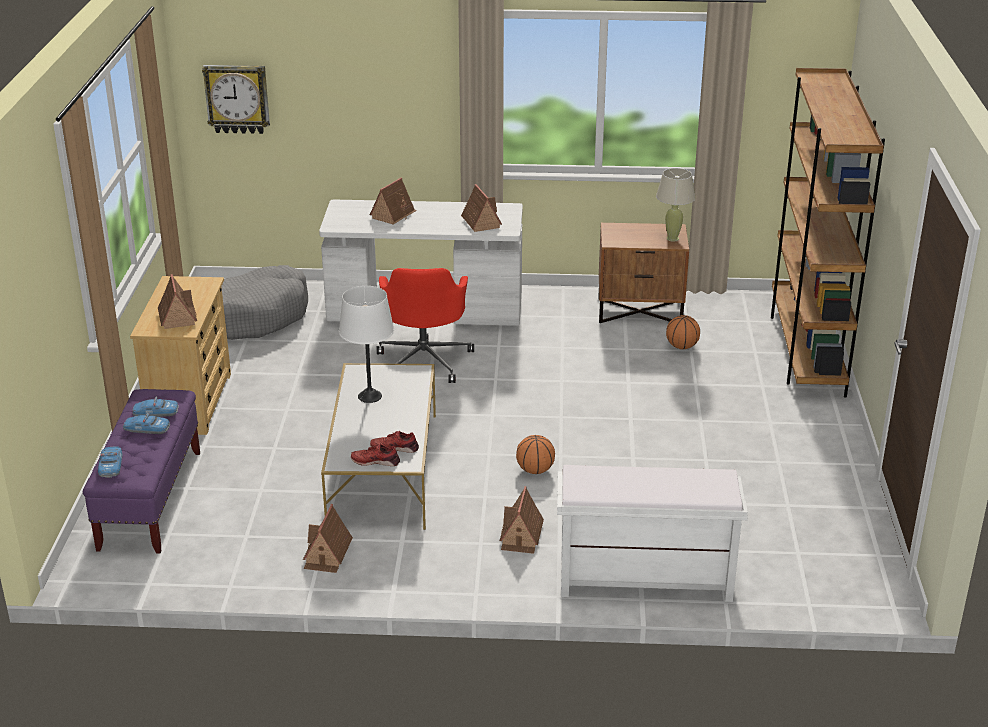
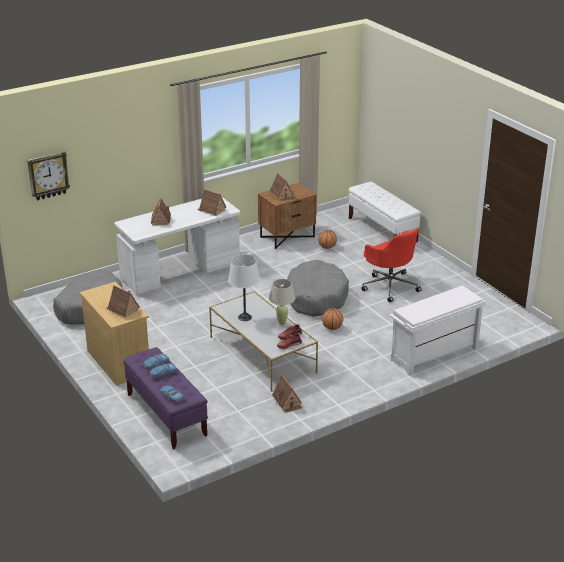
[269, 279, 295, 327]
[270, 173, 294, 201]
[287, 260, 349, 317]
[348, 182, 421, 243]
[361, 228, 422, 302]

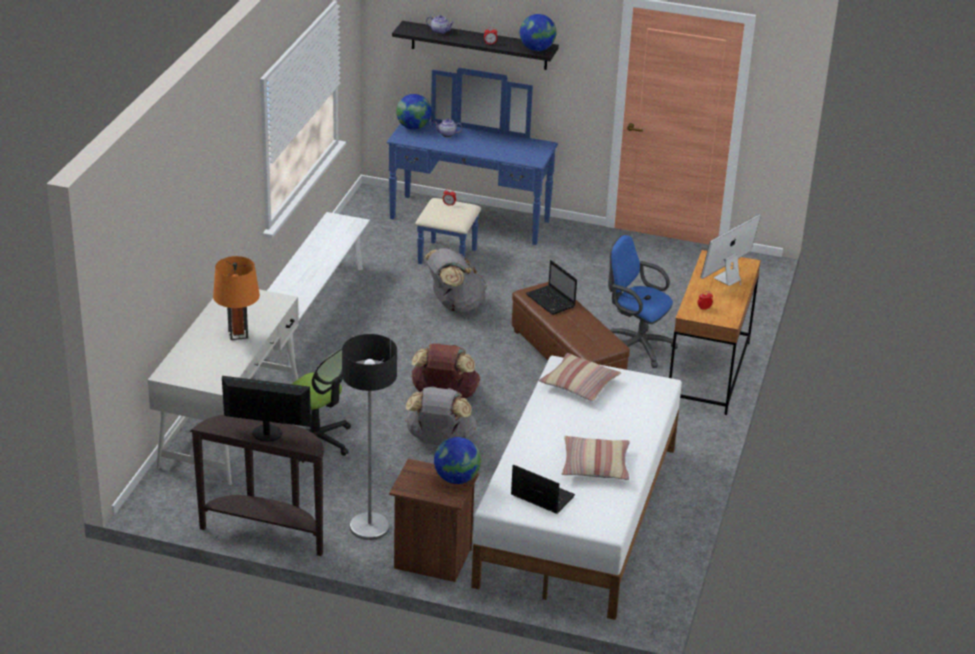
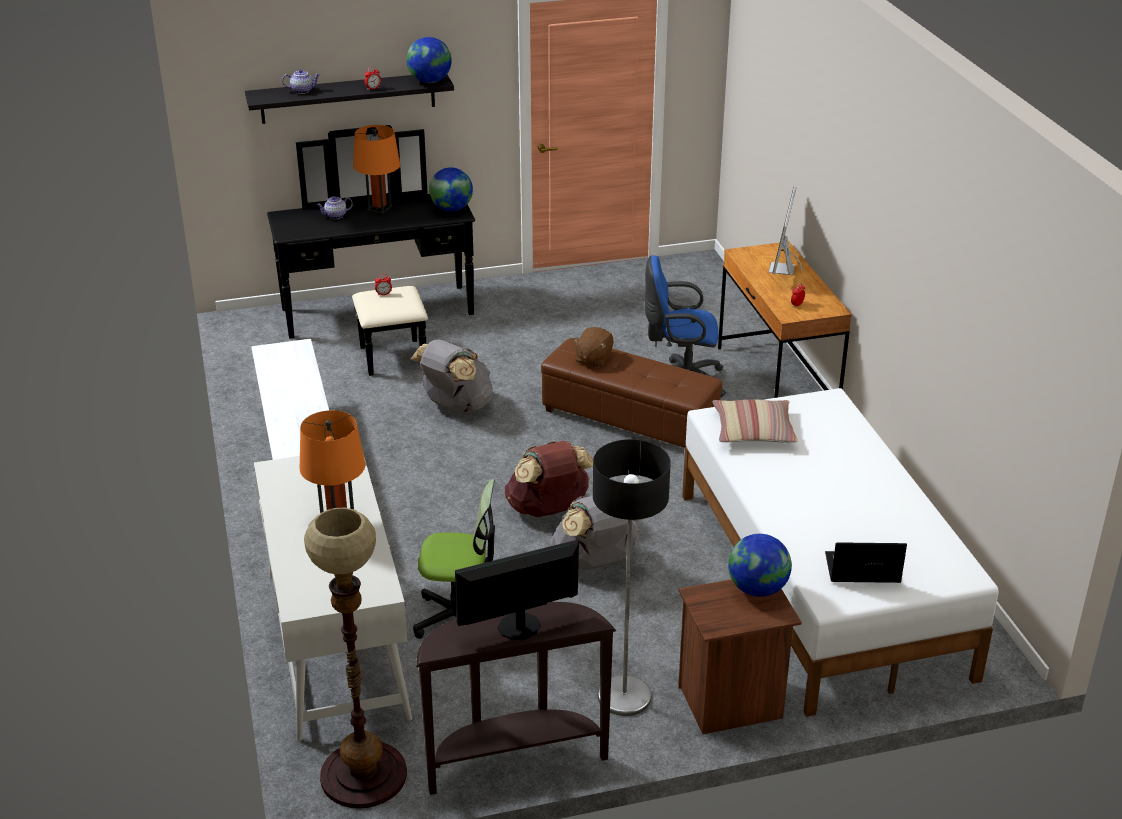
[267, 125, 475, 376]
[304, 508, 407, 808]
[353, 125, 400, 213]
[429, 167, 473, 212]
[573, 327, 614, 368]
[561, 436, 630, 480] (first image)

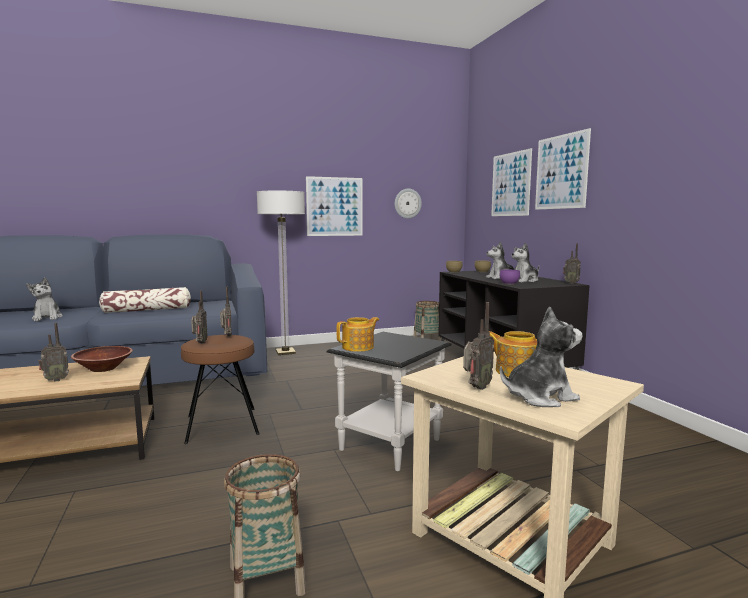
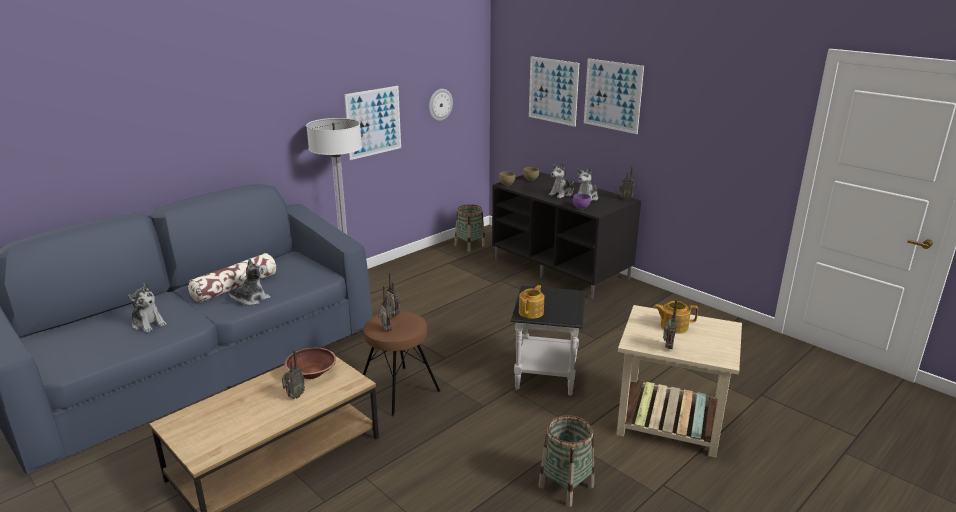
[228, 258, 270, 305]

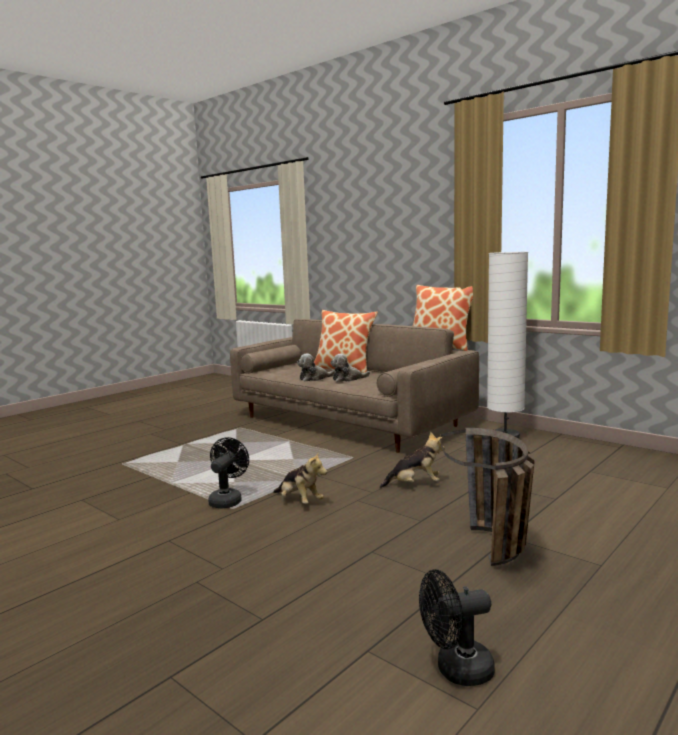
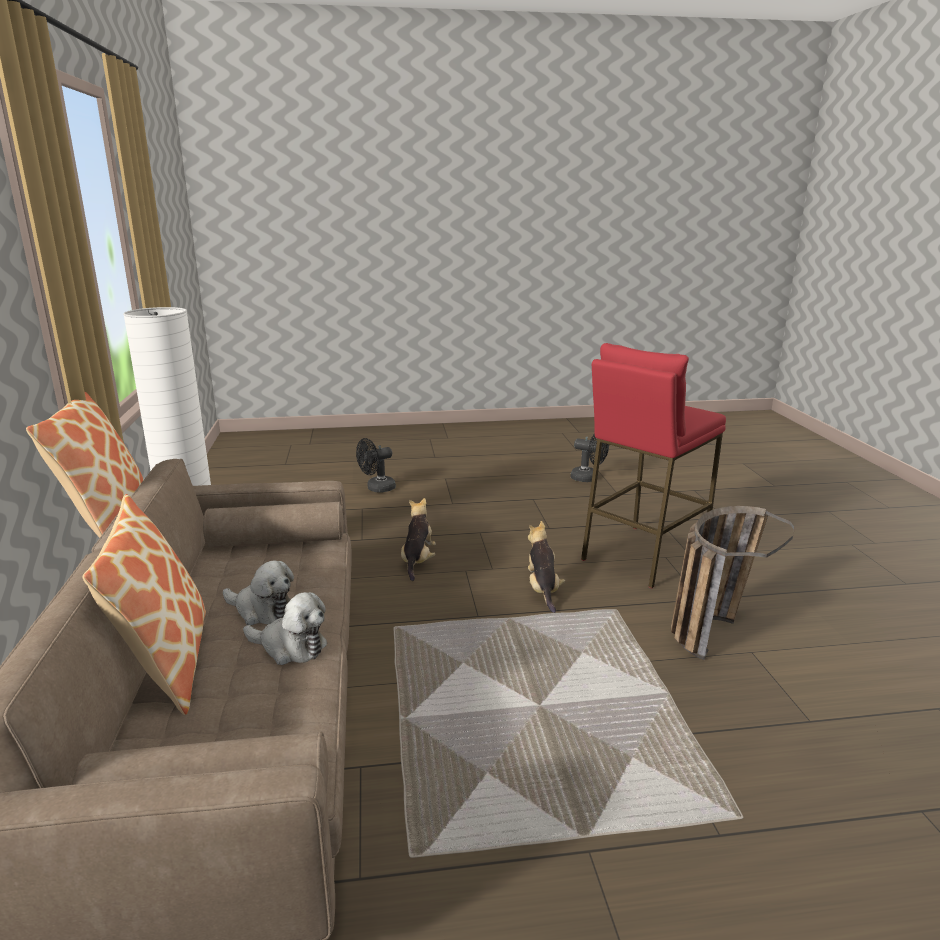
[356, 438, 396, 493]
[401, 498, 436, 581]
[581, 343, 726, 588]
[671, 506, 794, 660]

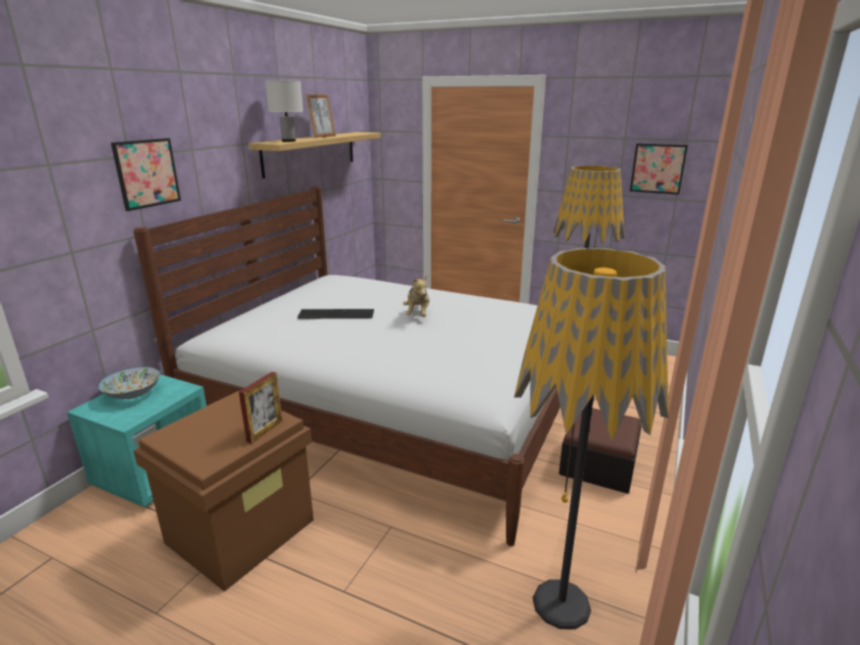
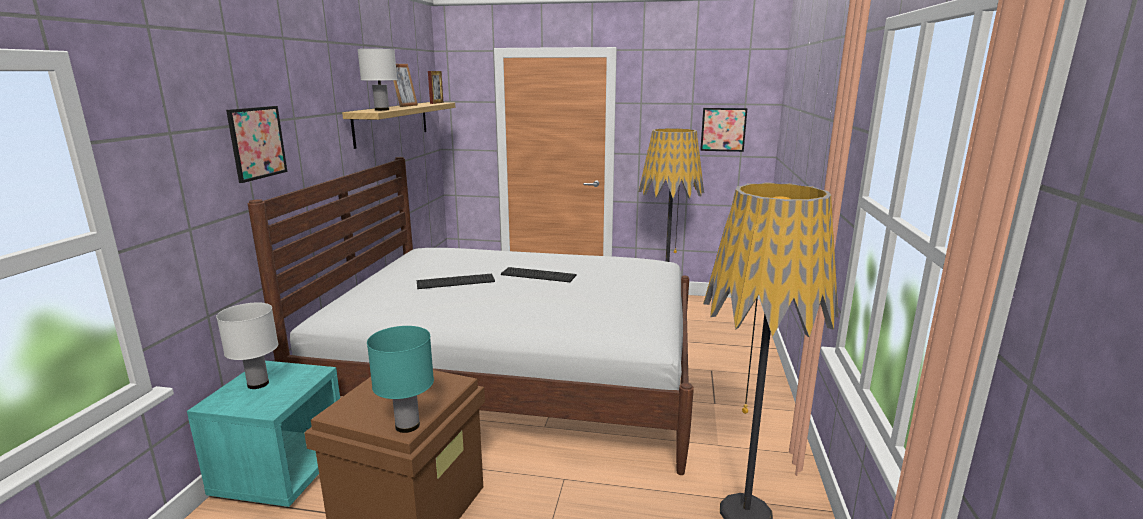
[216, 302, 278, 389]
[367, 326, 434, 433]
[428, 71, 443, 104]
[501, 267, 577, 282]
[559, 408, 642, 494] (first image)

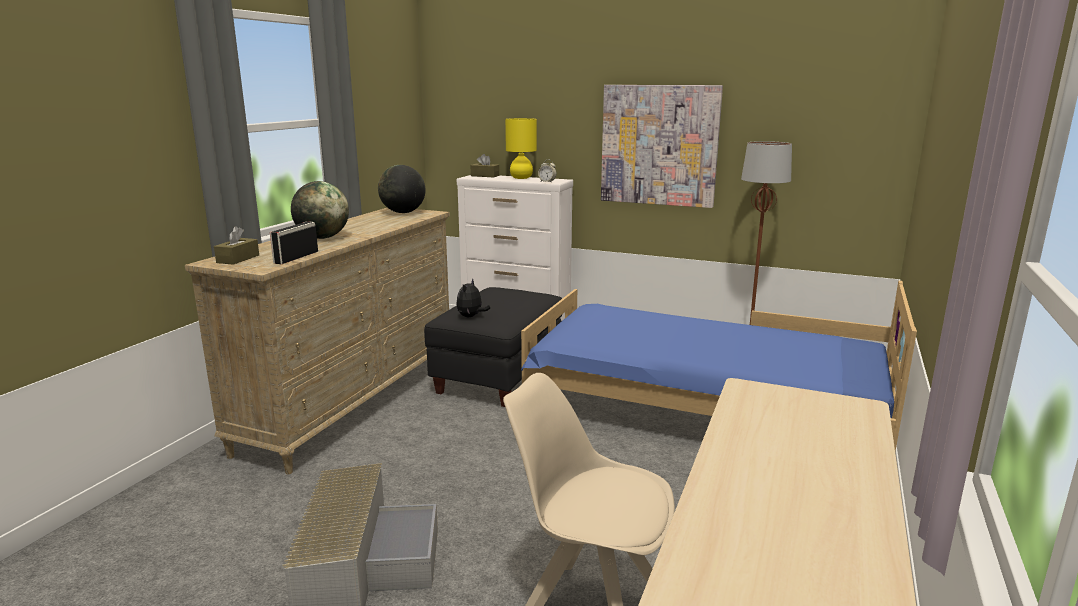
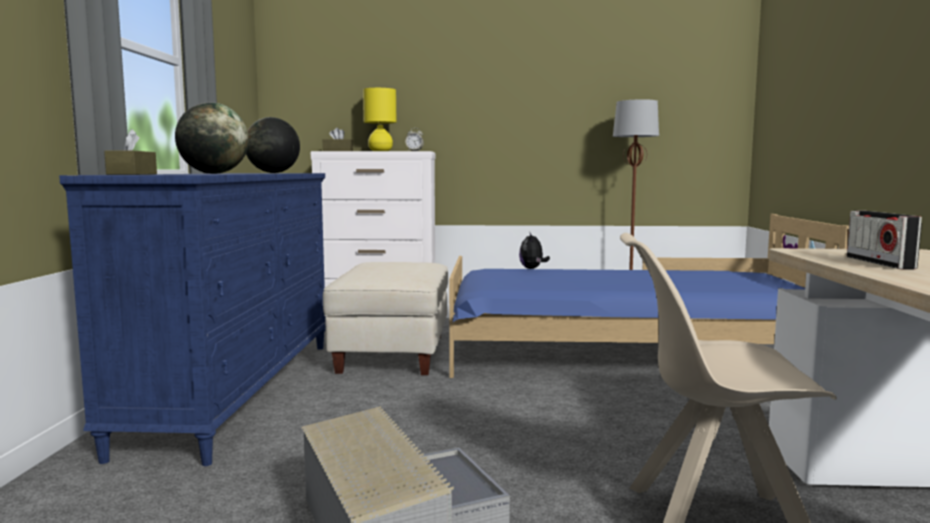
[59, 173, 326, 466]
[323, 262, 448, 375]
[519, 233, 550, 269]
[847, 211, 922, 270]
[601, 85, 723, 208] (first image)

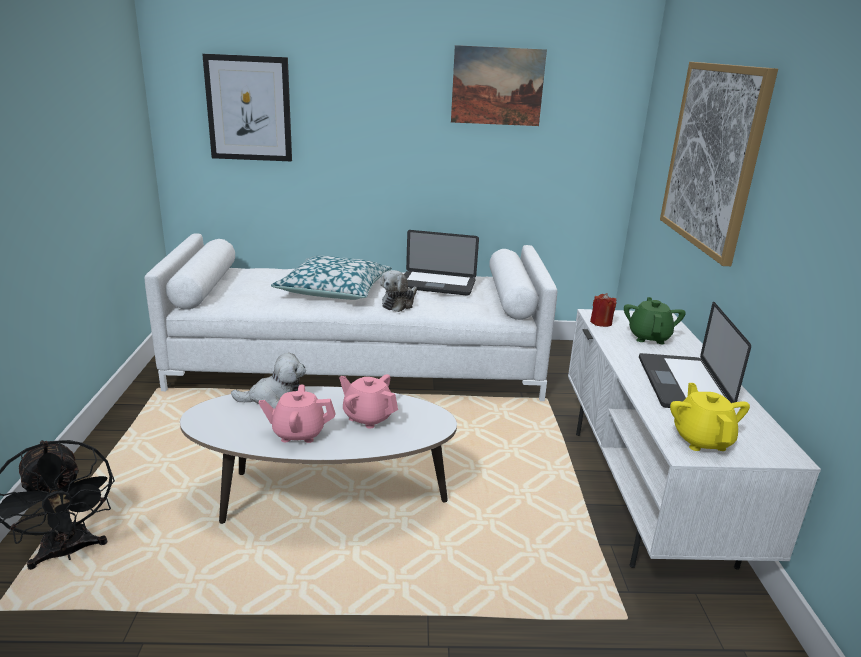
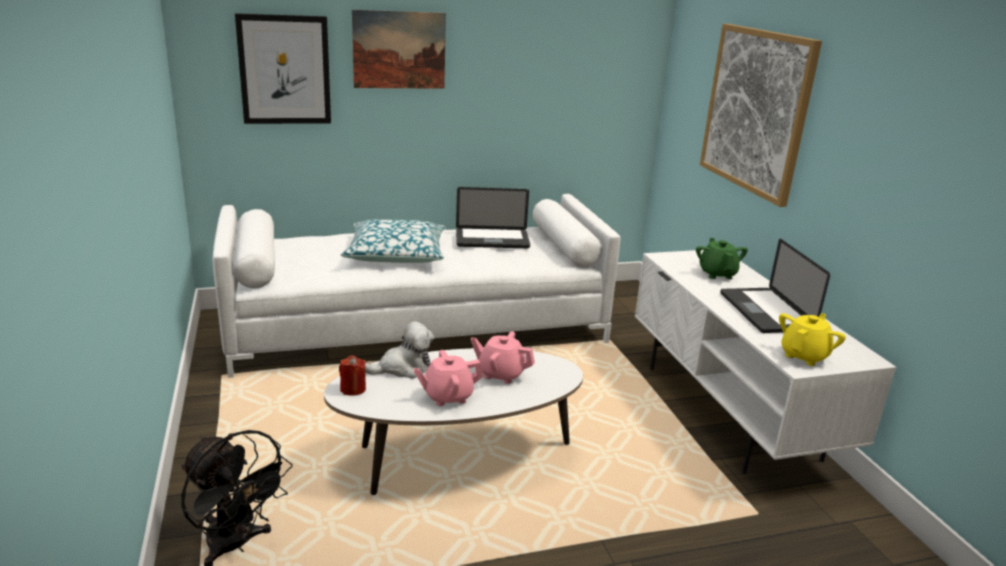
[339, 355, 366, 396]
[352, 10, 446, 89]
[779, 313, 846, 366]
[380, 270, 417, 312] (first image)

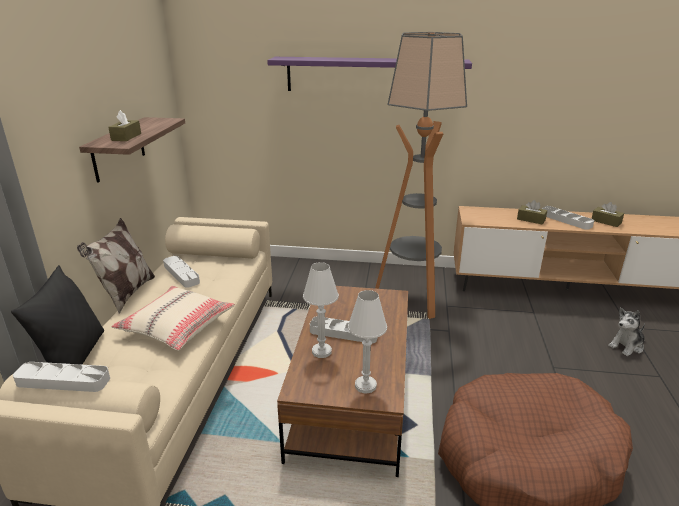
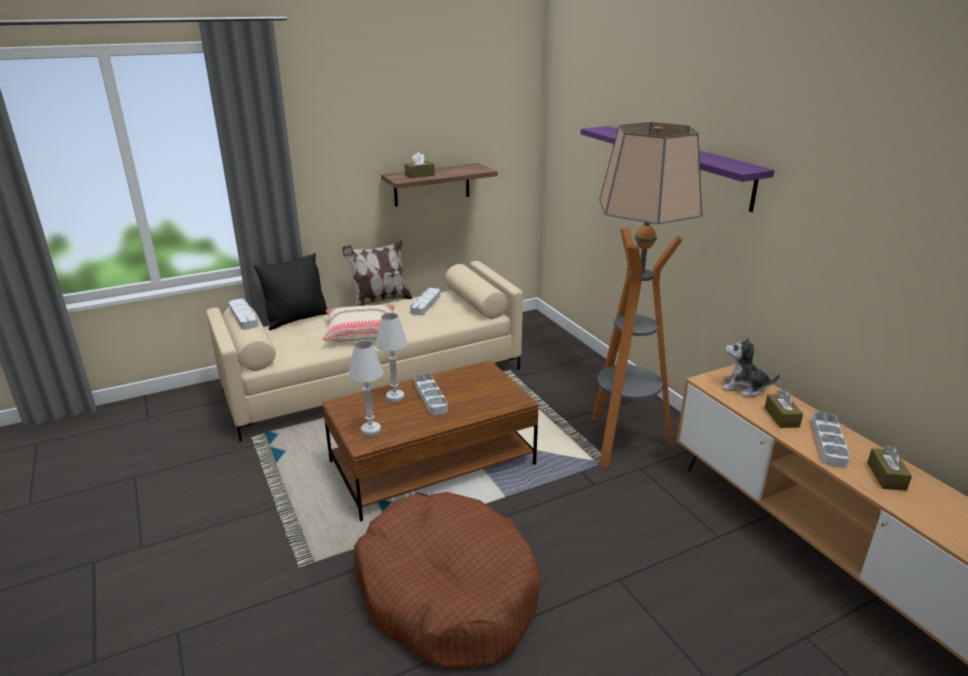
[722, 336, 780, 397]

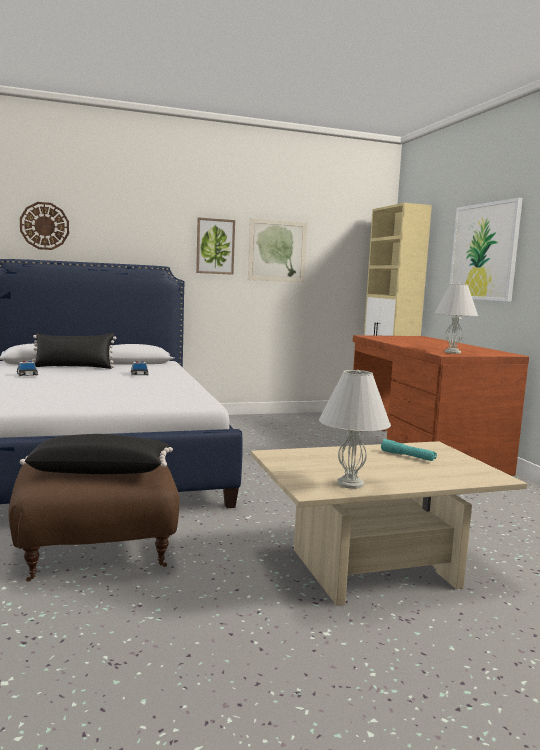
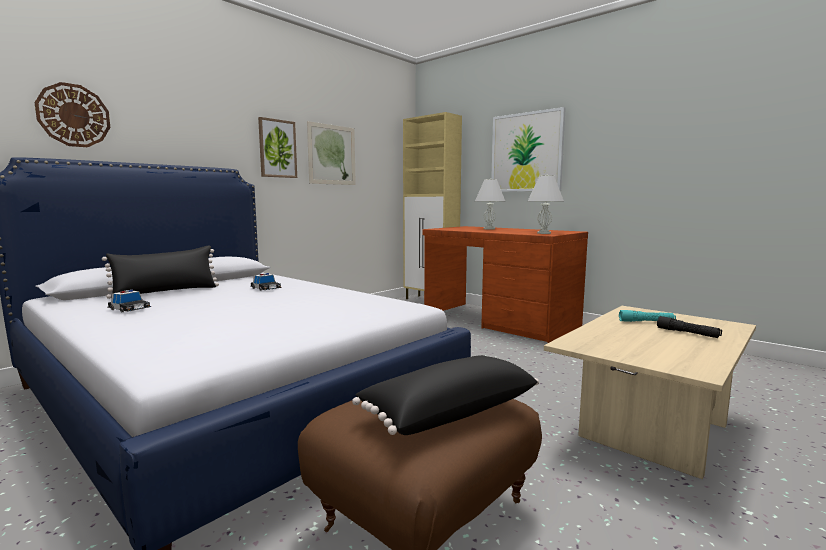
[475, 178, 506, 230]
[657, 316, 722, 338]

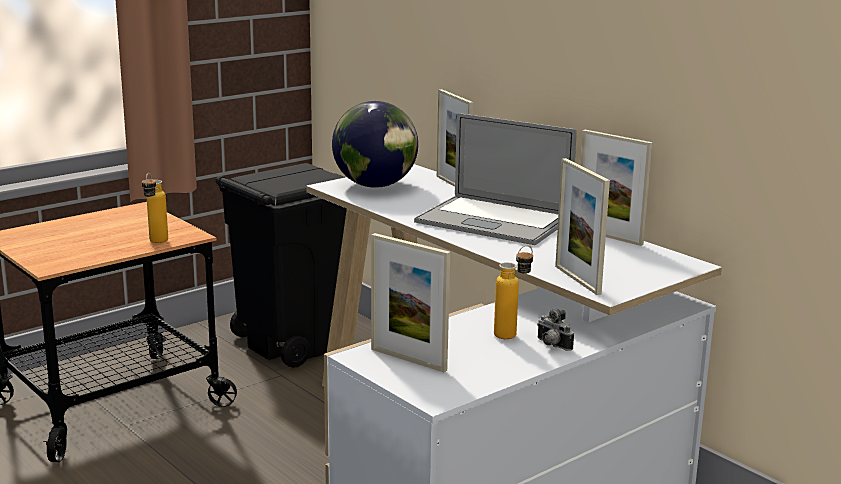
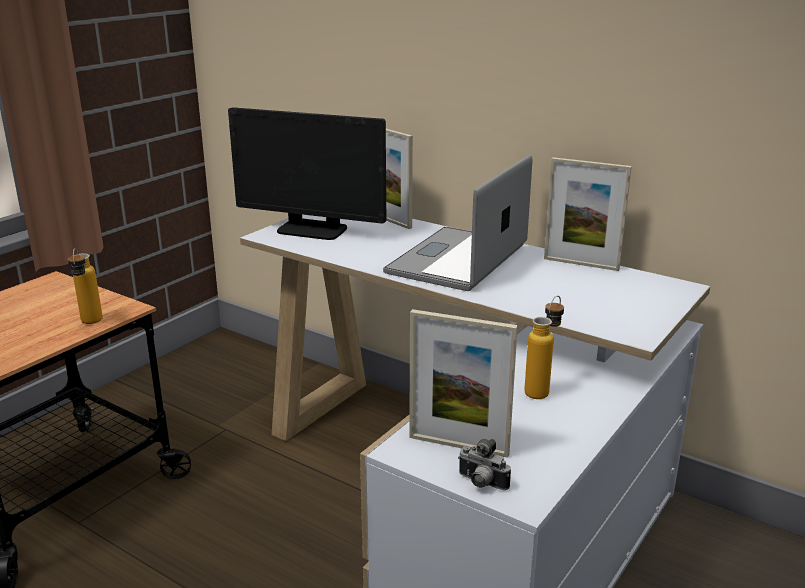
[228, 107, 386, 240]
[383, 155, 532, 291]
[458, 439, 511, 490]
[215, 163, 347, 368] (first image)
[555, 158, 610, 295] (first image)

